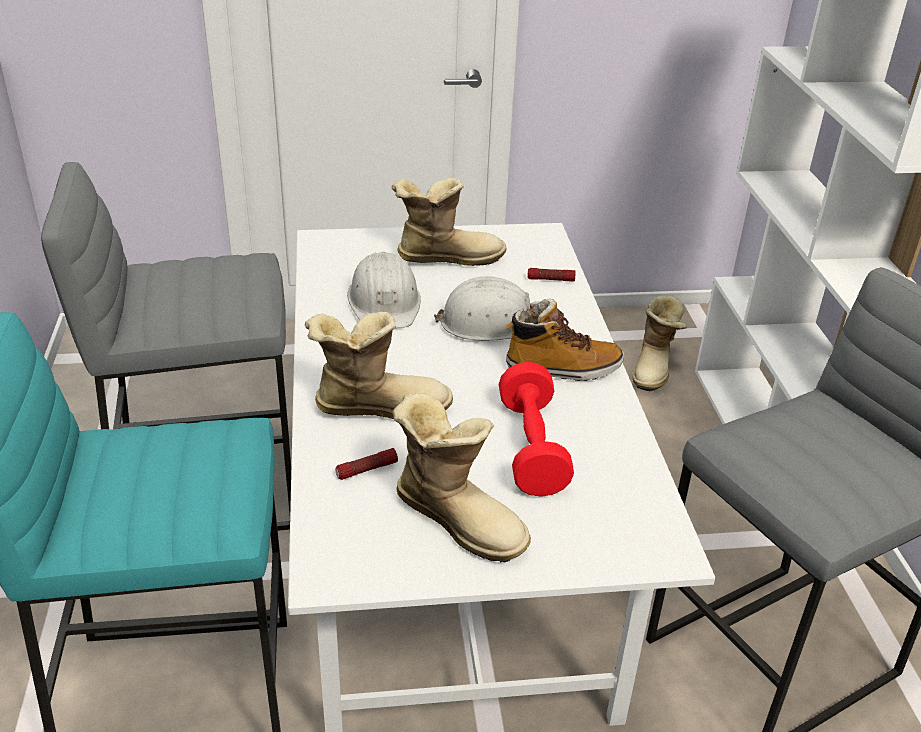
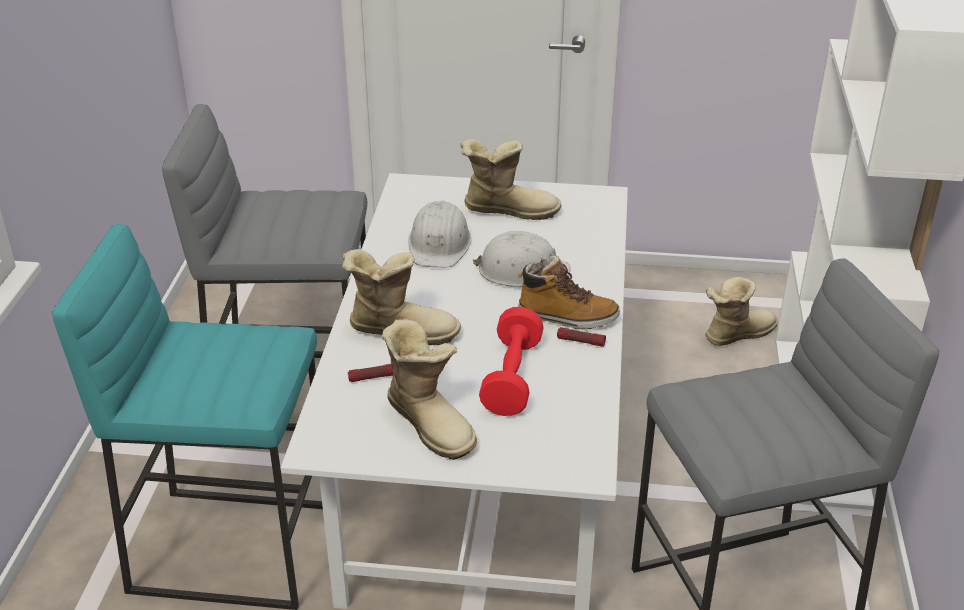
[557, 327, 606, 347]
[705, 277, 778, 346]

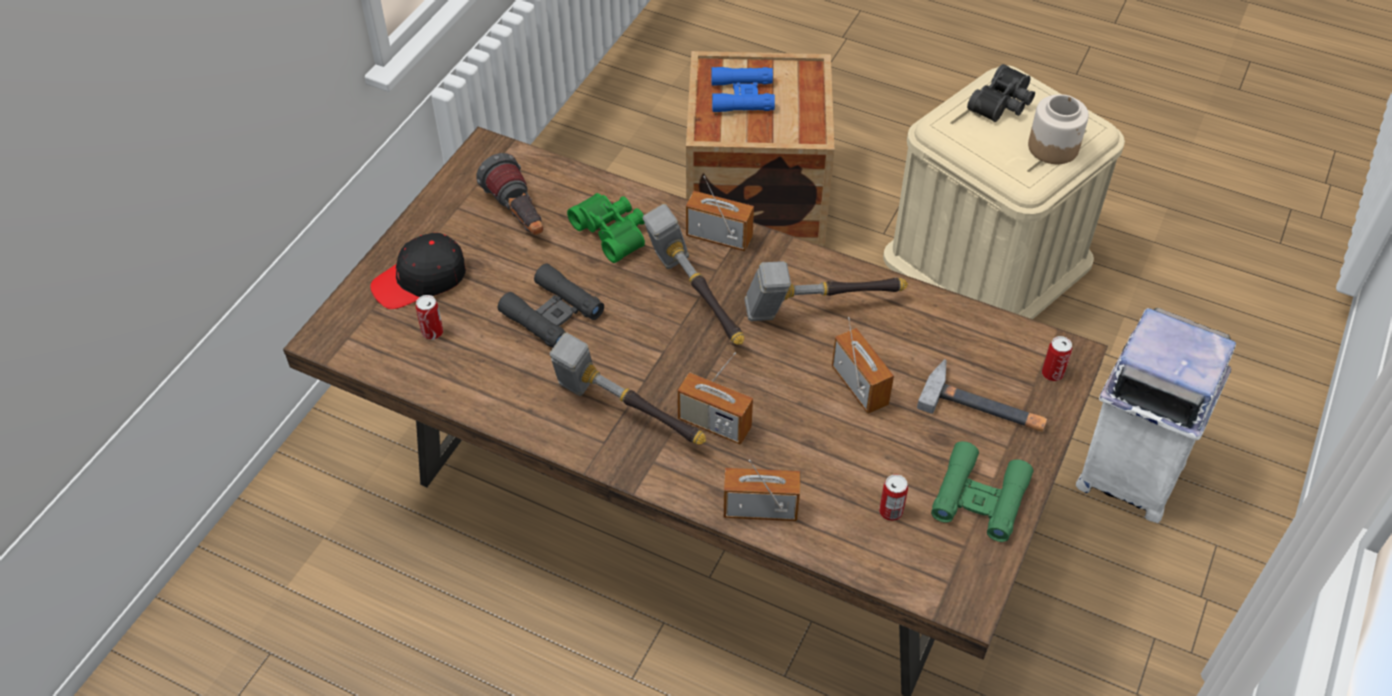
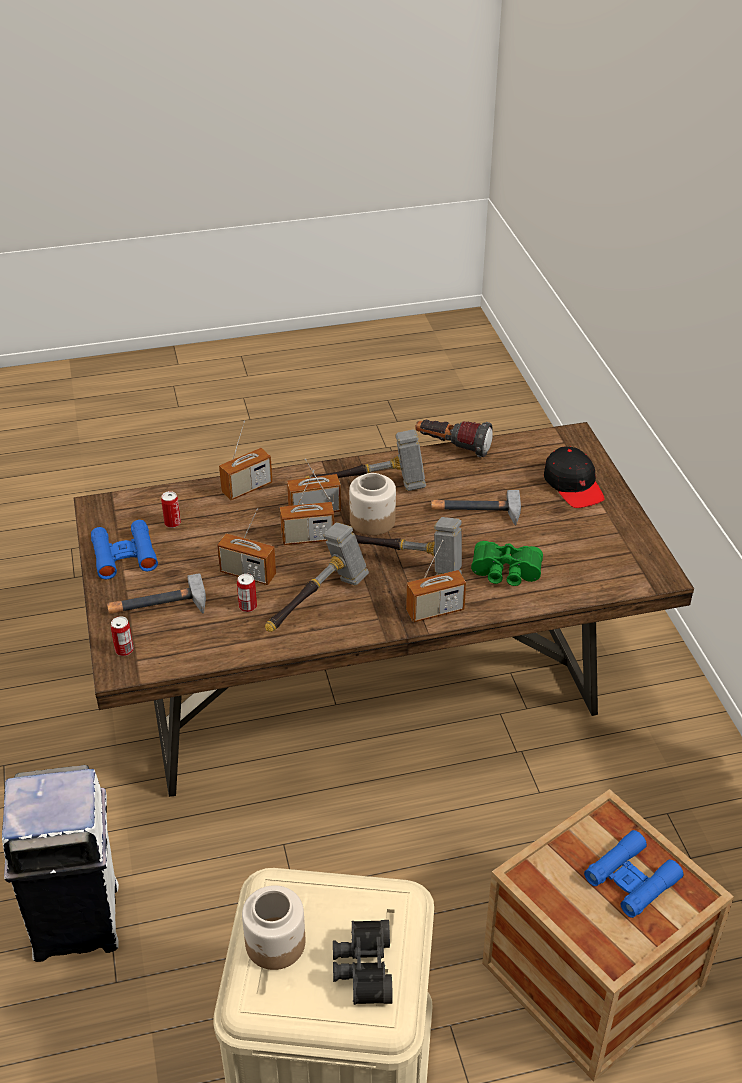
[91, 520, 158, 579]
[237, 574, 257, 612]
[280, 470, 334, 545]
[349, 473, 396, 535]
[415, 420, 493, 457]
[431, 490, 521, 525]
[544, 446, 604, 508]

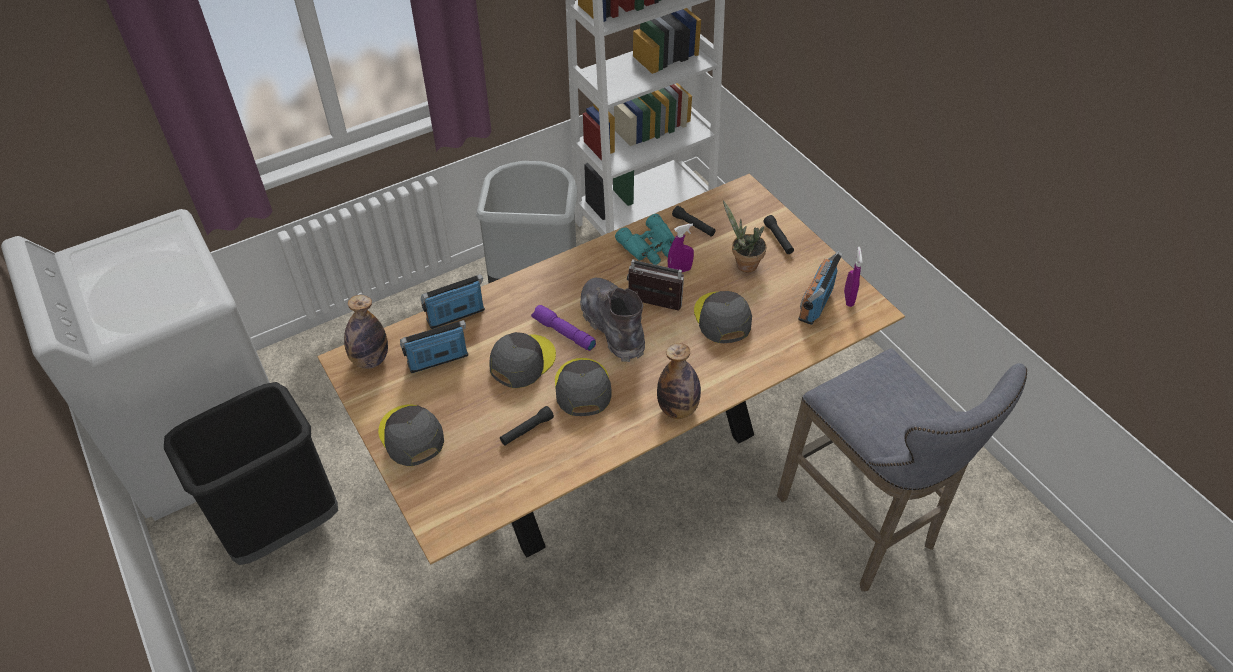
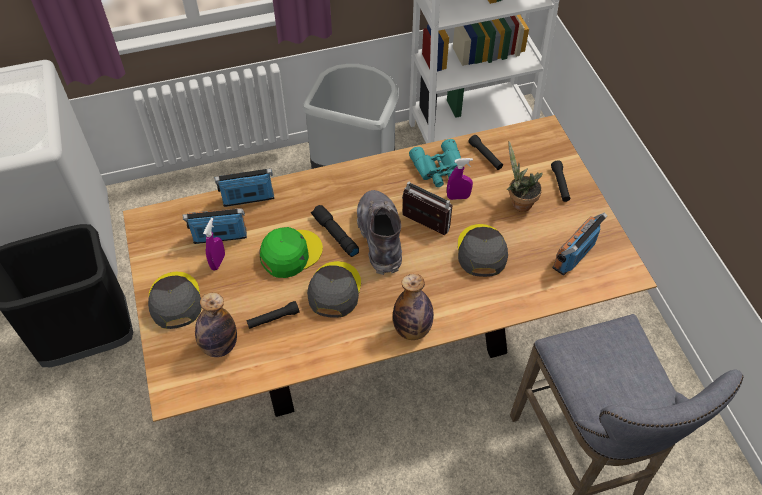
[195, 292, 237, 357]
[203, 218, 225, 270]
[259, 227, 323, 278]
[311, 205, 359, 257]

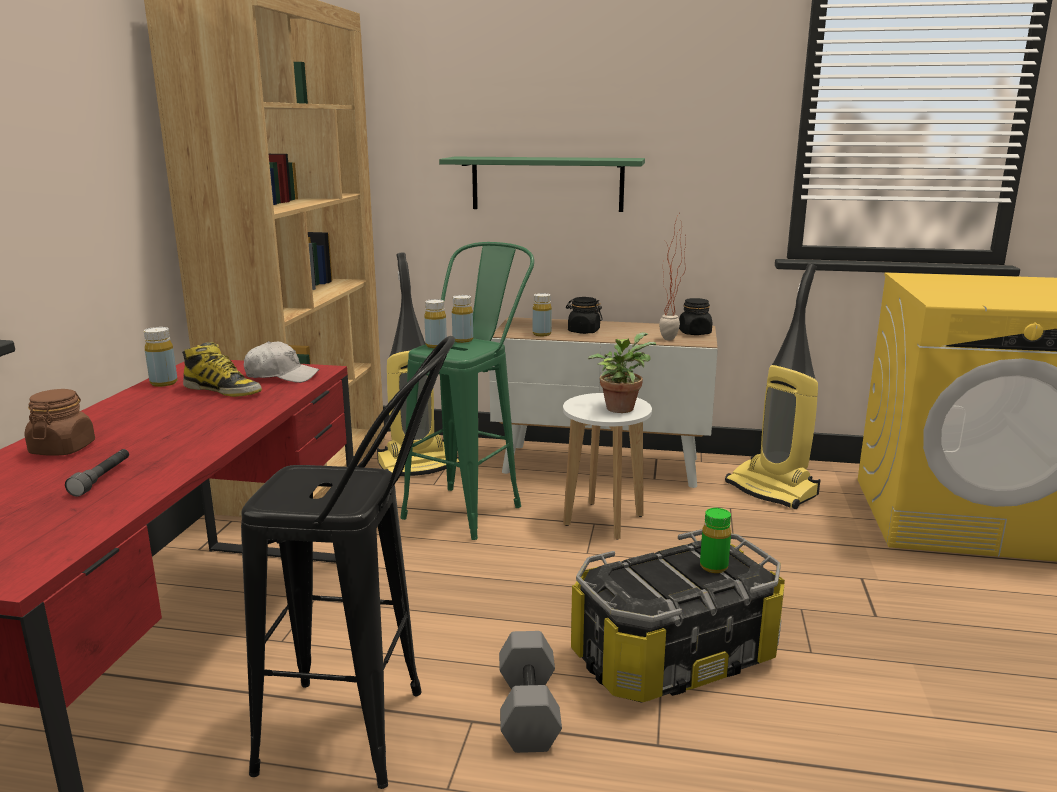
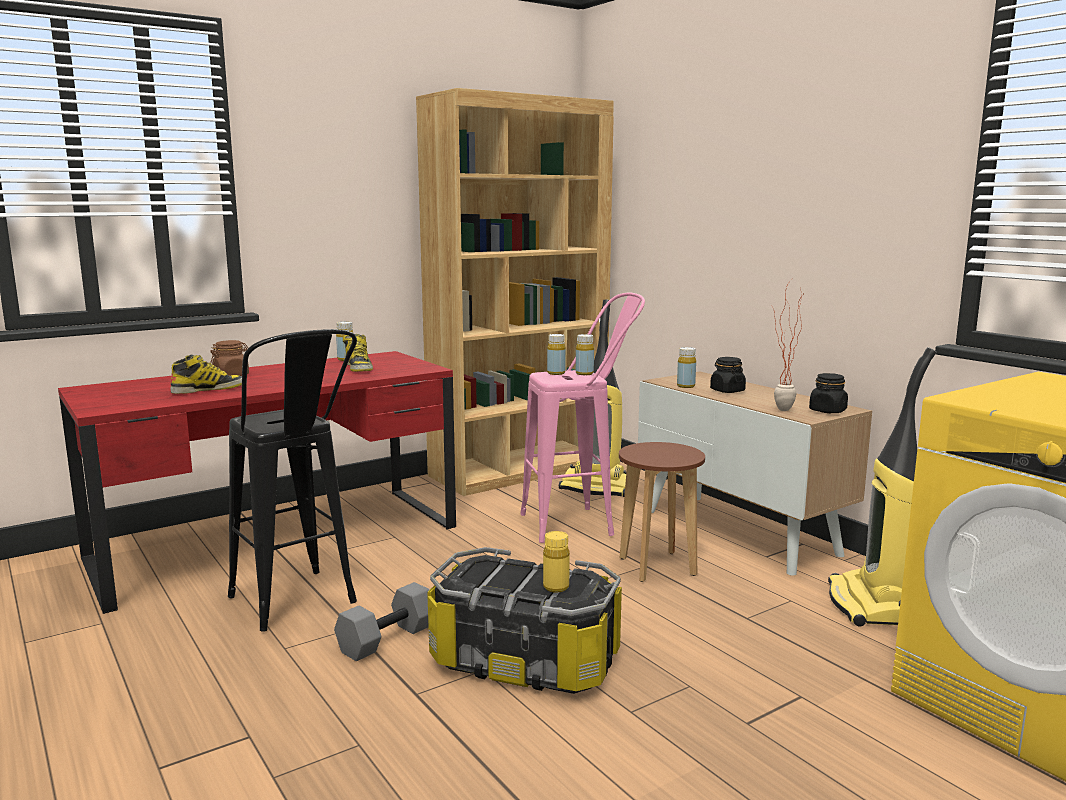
[171, 355, 242, 394]
[520, 292, 645, 543]
[543, 531, 570, 593]
[619, 442, 705, 582]
[244, 341, 319, 383] (first image)
[439, 157, 645, 212] (first image)
[588, 332, 656, 413] (first image)

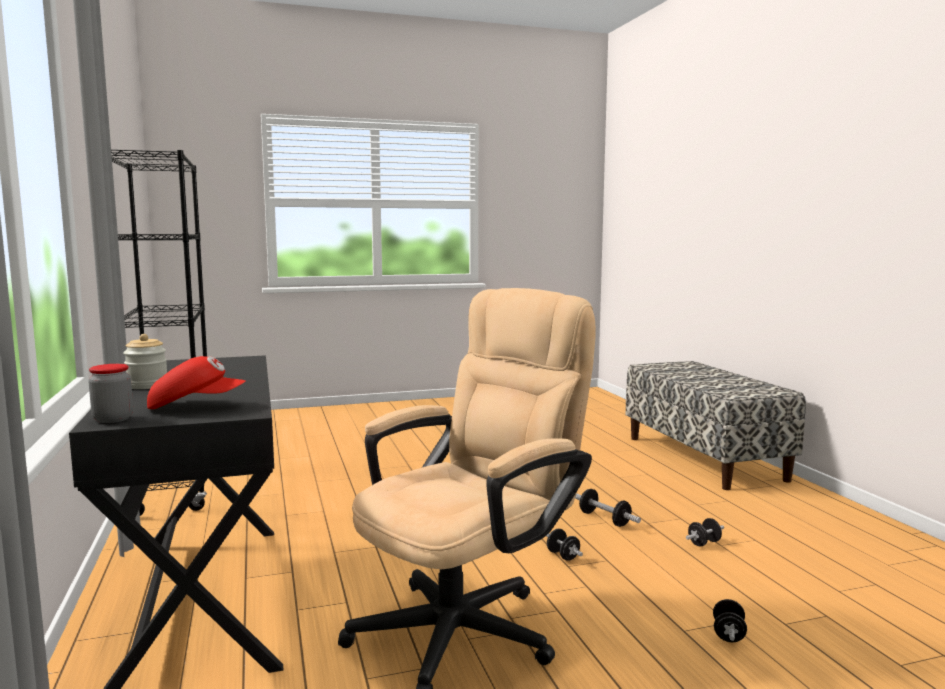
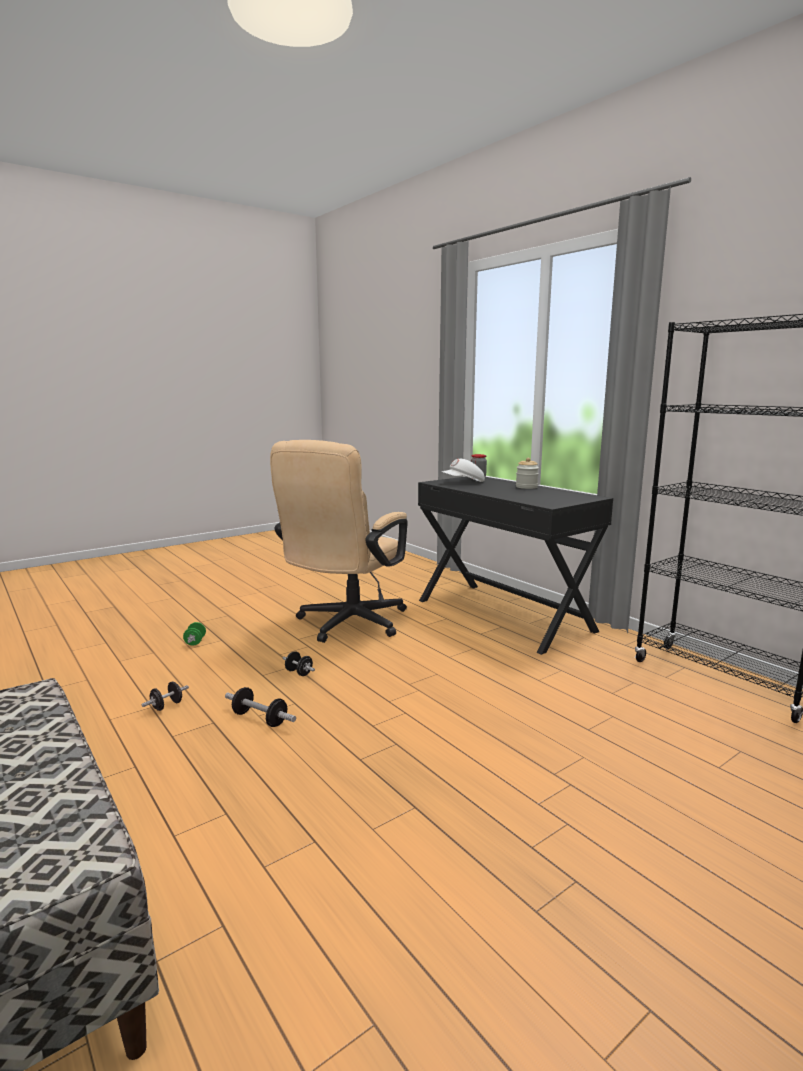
[183, 622, 206, 645]
[442, 459, 485, 482]

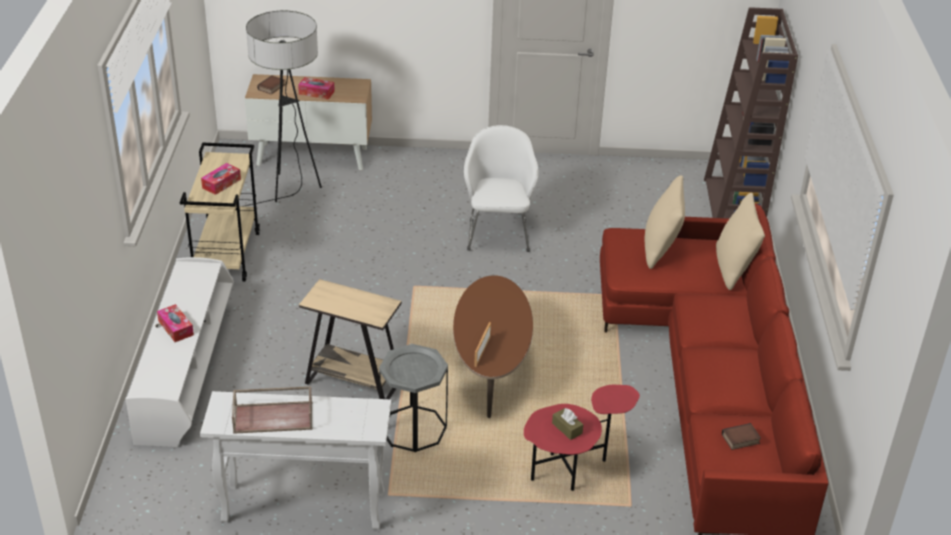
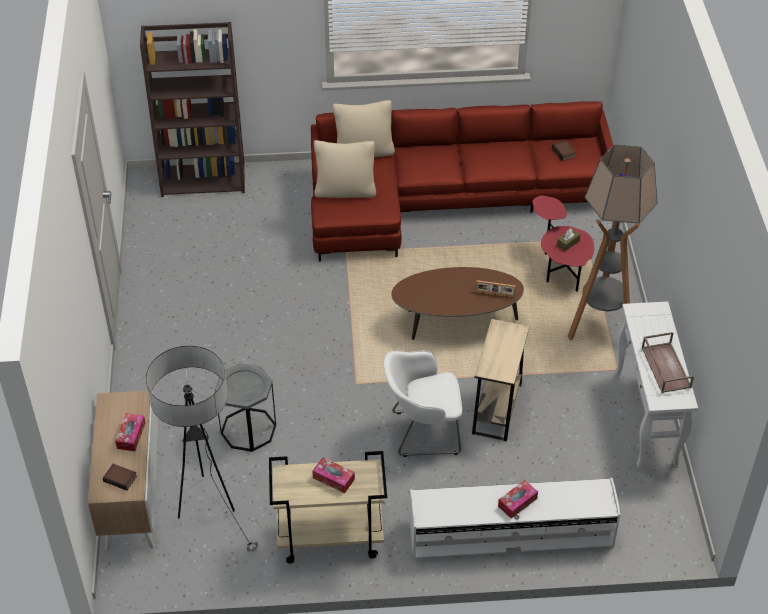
[215, 363, 276, 452]
[384, 351, 462, 457]
[567, 145, 658, 341]

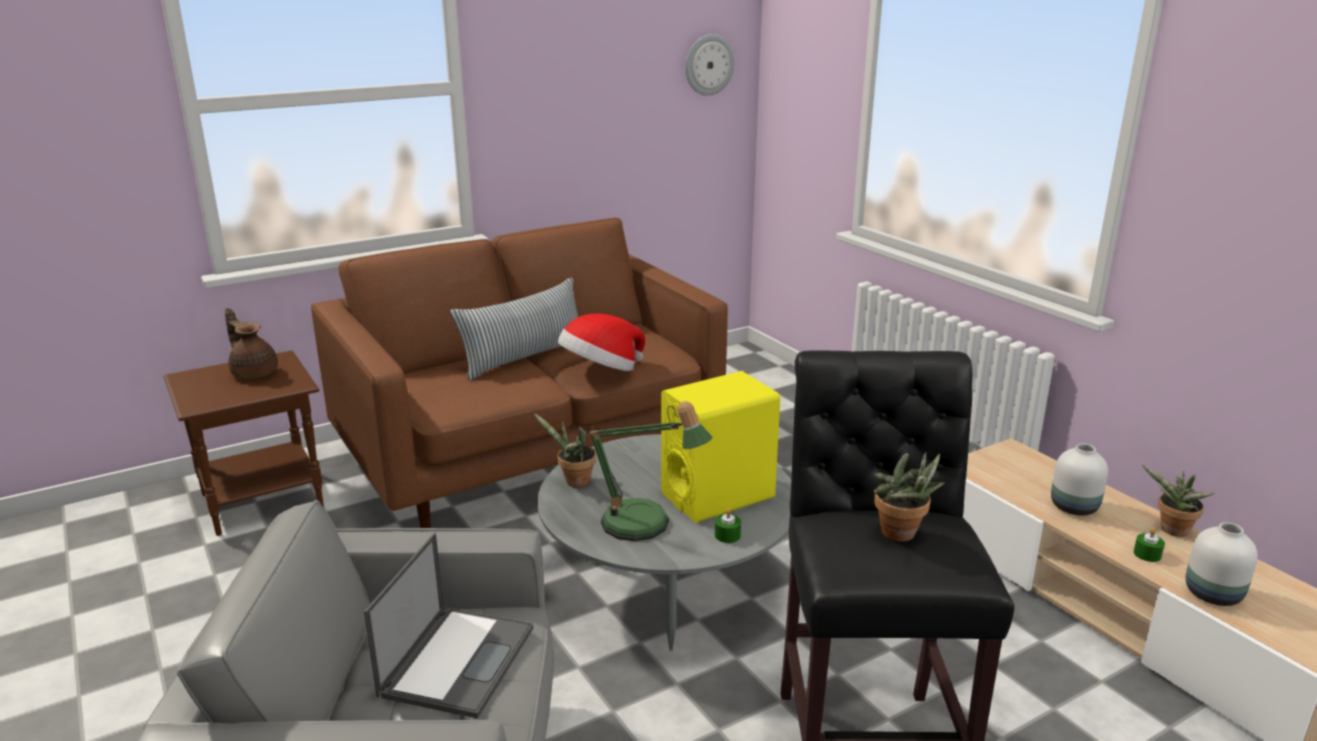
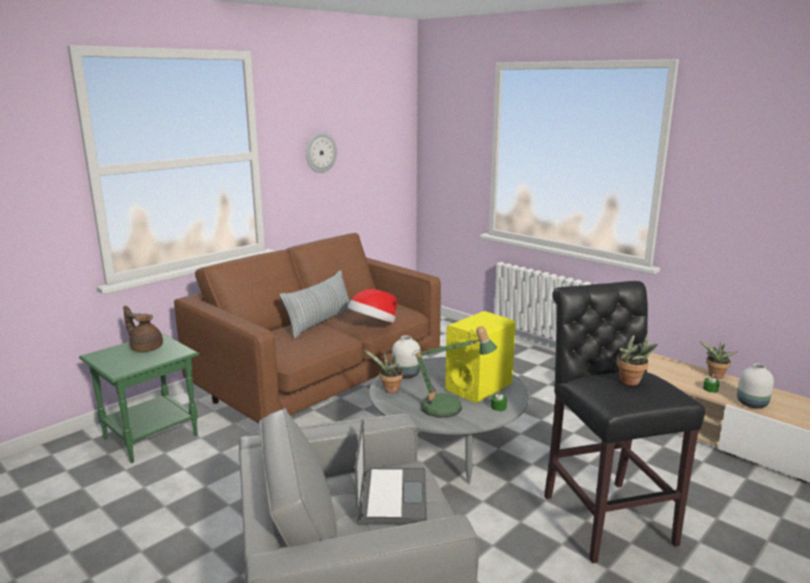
[79, 333, 199, 463]
[306, 133, 337, 173]
[392, 335, 421, 378]

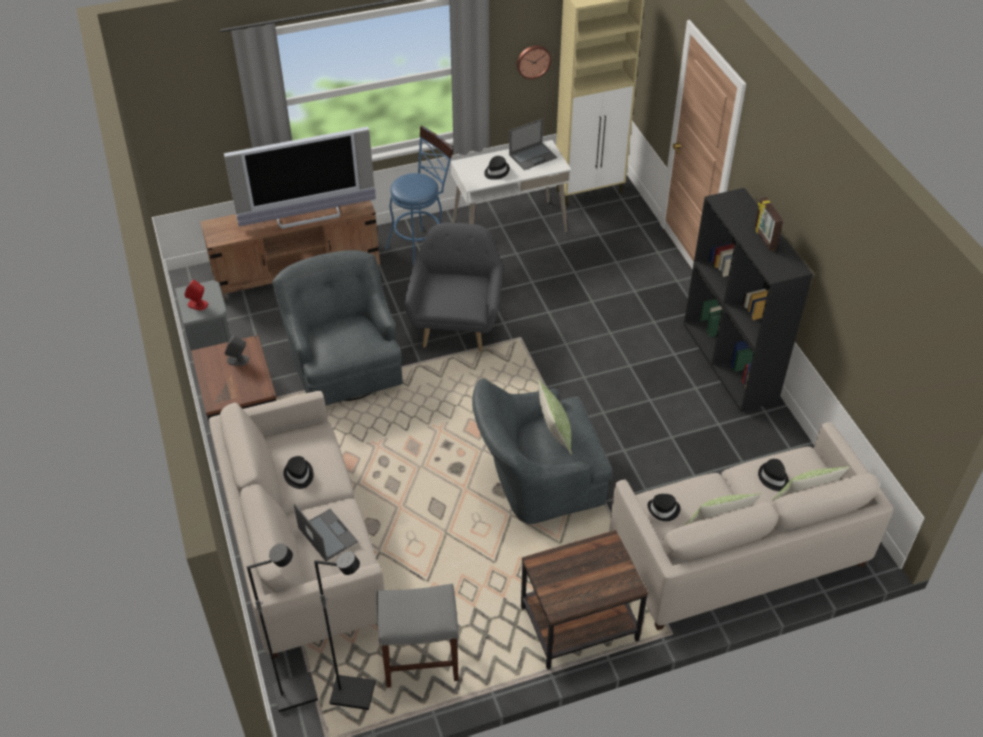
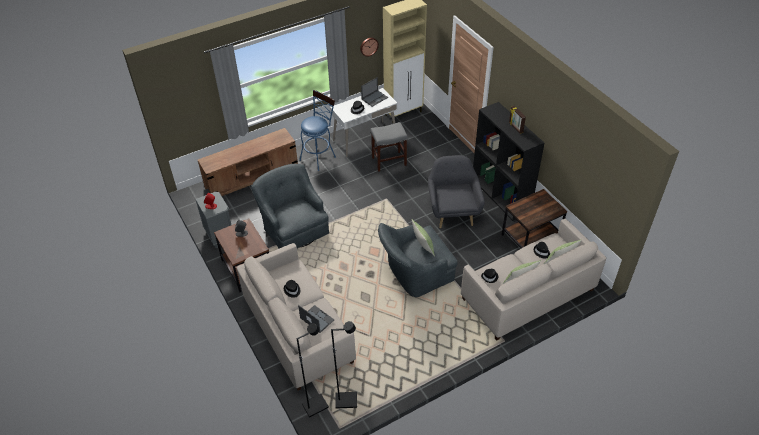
[371, 122, 408, 172]
[428, 155, 485, 228]
[502, 189, 567, 248]
[224, 126, 376, 228] (first image)

